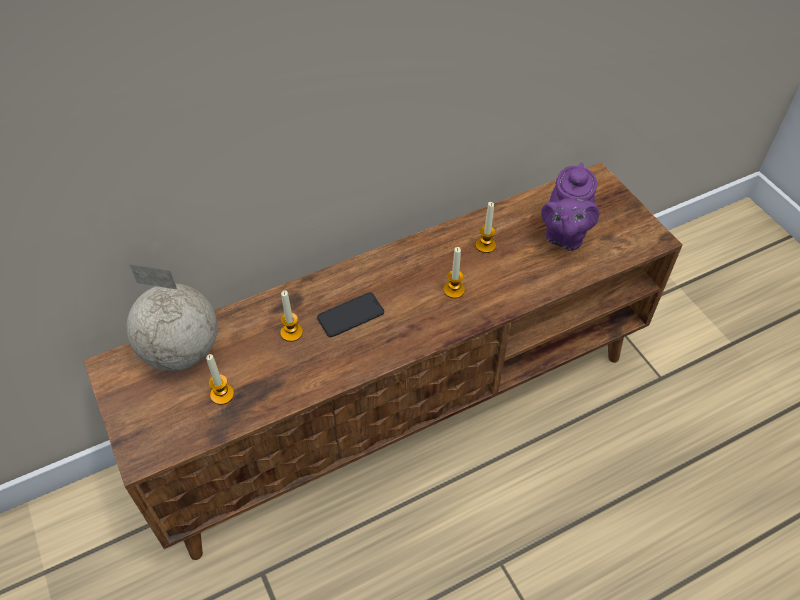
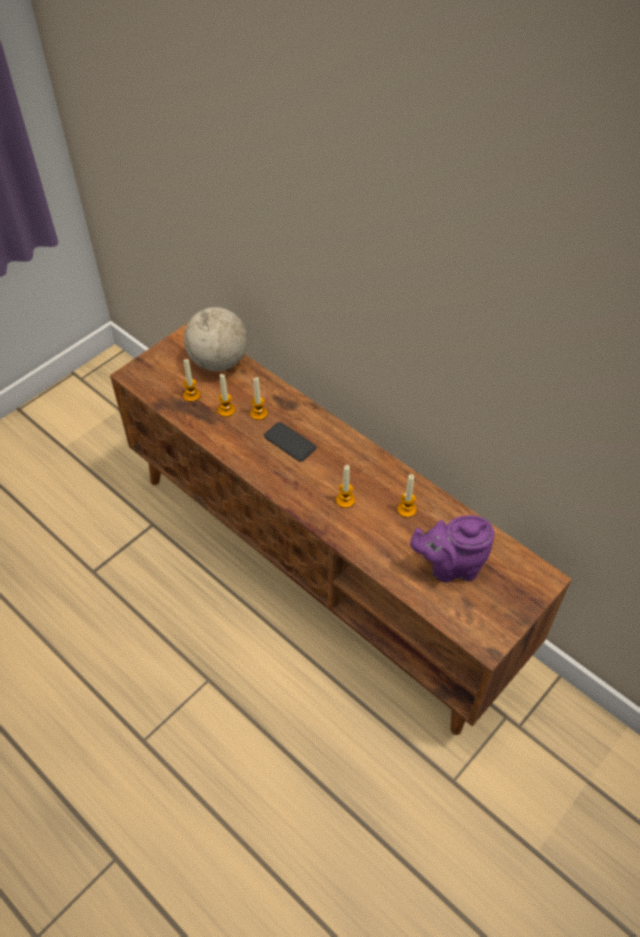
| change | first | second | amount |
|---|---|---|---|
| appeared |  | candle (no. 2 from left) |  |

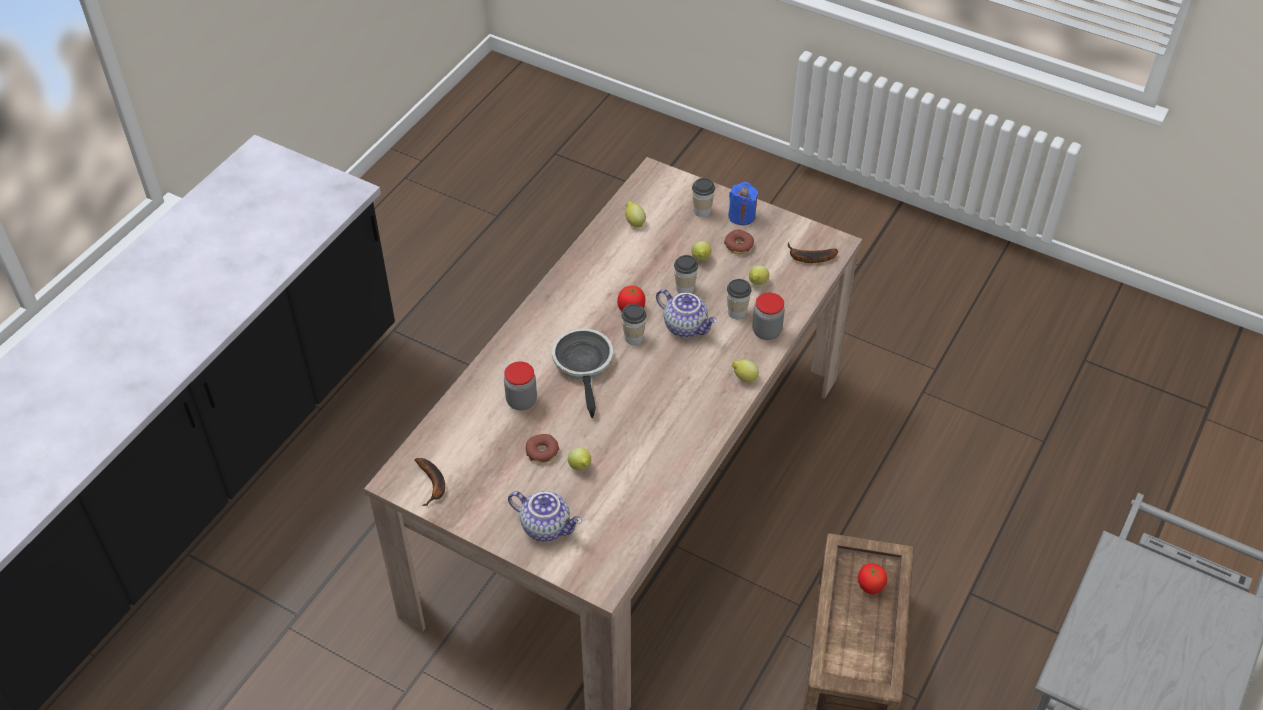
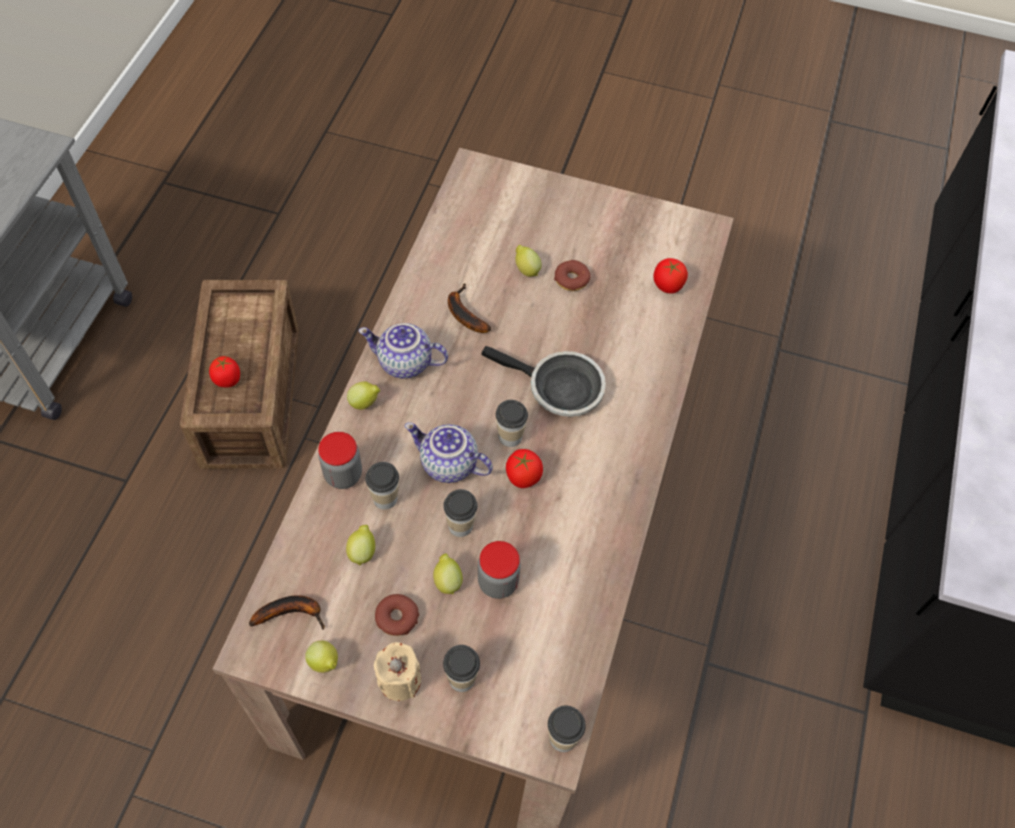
| change | first | second | amount |
|---|---|---|---|
| relocated | banana (no. 1 from left in the first image) | banana (no. 2 from left) |  |
| relocated | jar (no. 1 from left in the first image) | jar (no. 2 from left) |  |
| relocated | teapot (no. 1 from left) |  |  |
| spun | frying pan |  | 45 degrees counterclockwise |
| relocated | lemon (no. 2 from left in the first image) | lemon (no. 1 from left) |  |
| colour | blue candle | beige candle |  |
| appeared |  | cup (no. 5 from left) |  |
| appeared |  | tomato (no. 3 from left) |  |

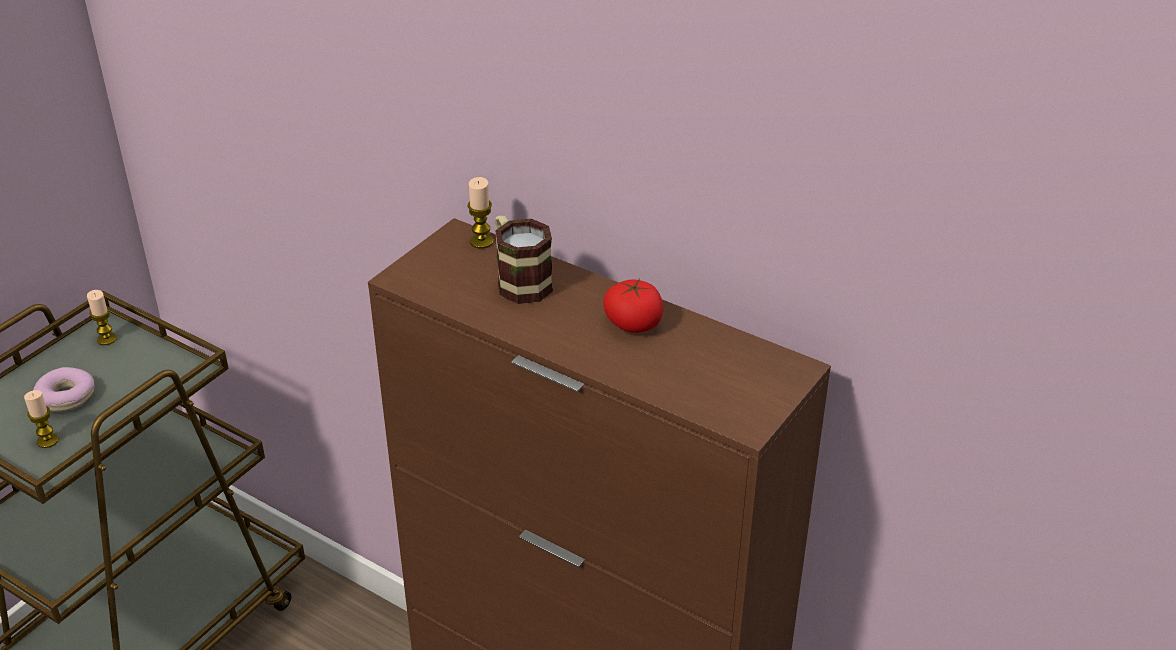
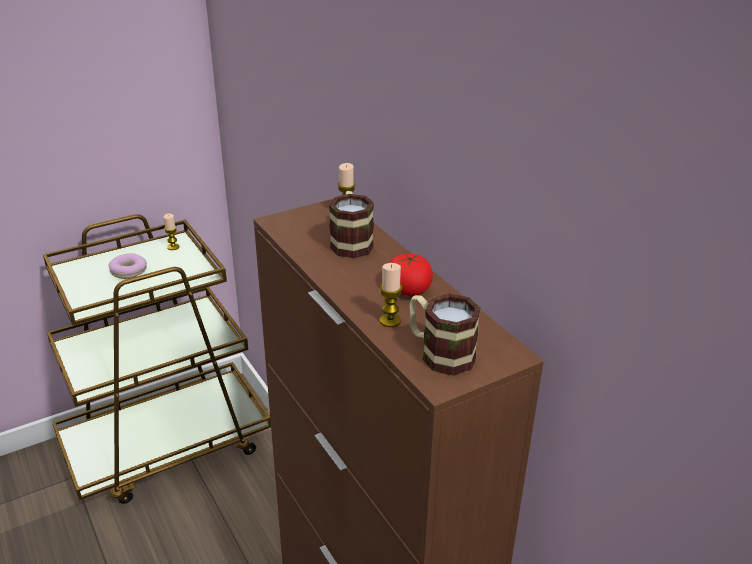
| change | first | second | amount |
|---|---|---|---|
| relocated | candle (no. 1 from left in the first image) | candle (no. 3 from left) |  |
| appeared |  | mug (no. 2 from left) |  |

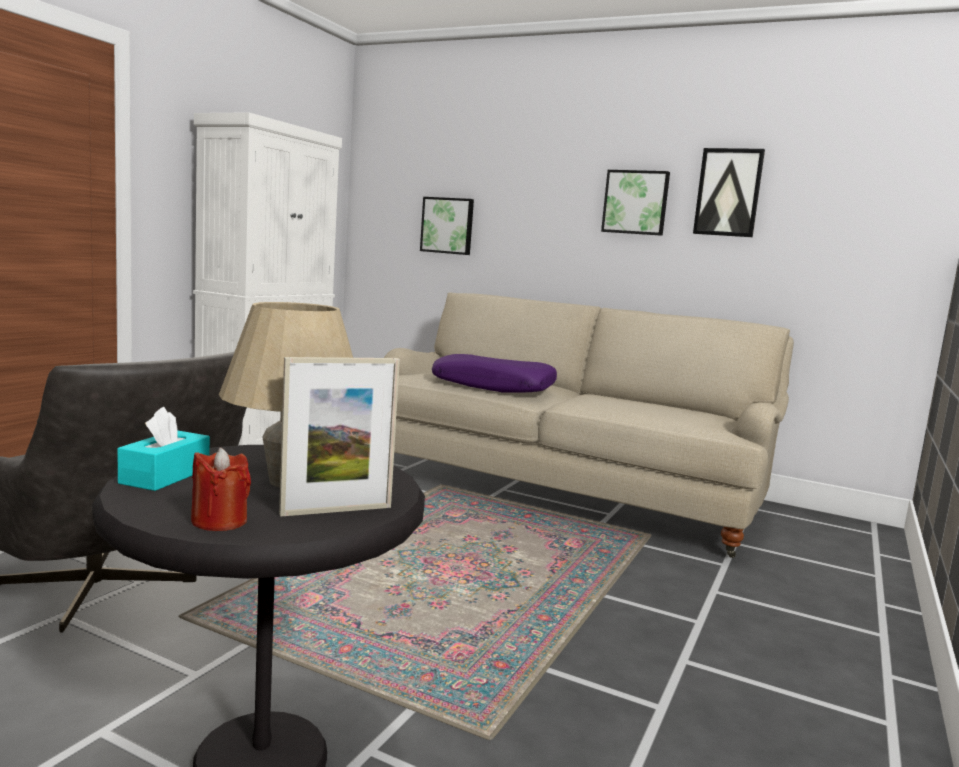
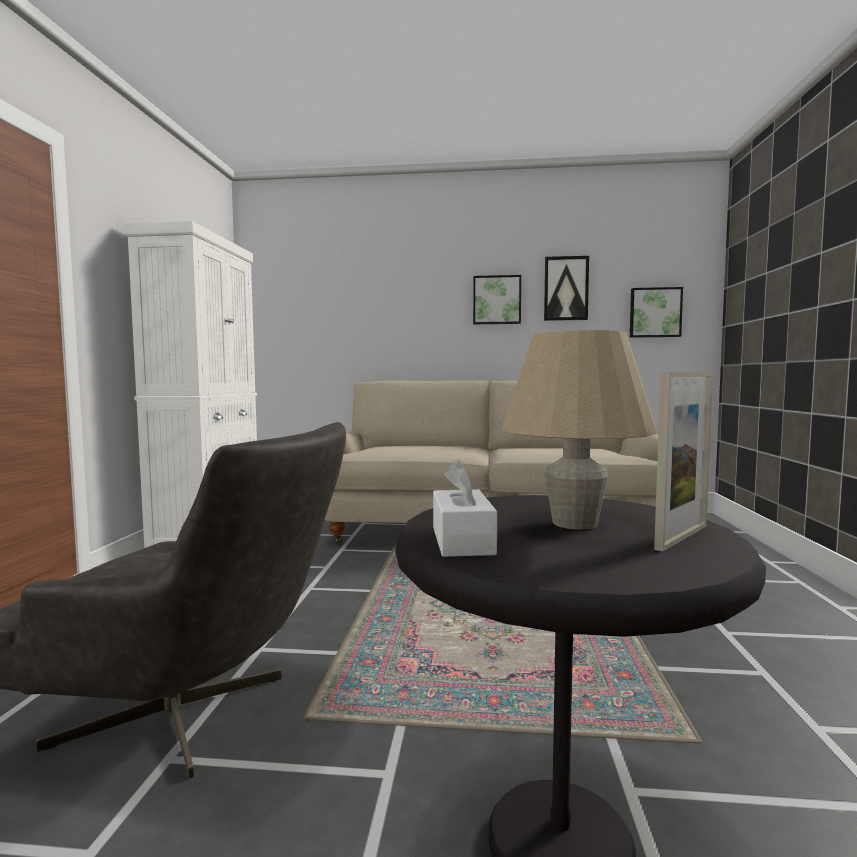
| change | first | second | amount |
|---|---|---|---|
| colour | turquoise tissue box | white tissue box |  |
| missing | red candle |  |  |
| relocated | picture (no. 1 from left in the first image) | picture (no. 3 from left) |  |
| missing | purple pillow |  |  |

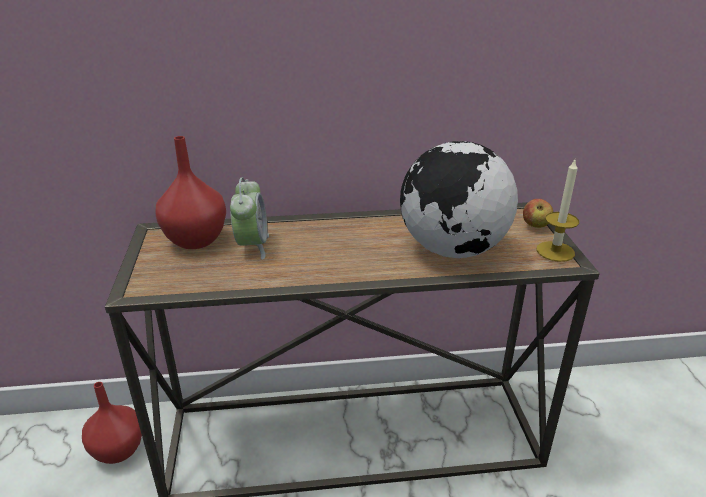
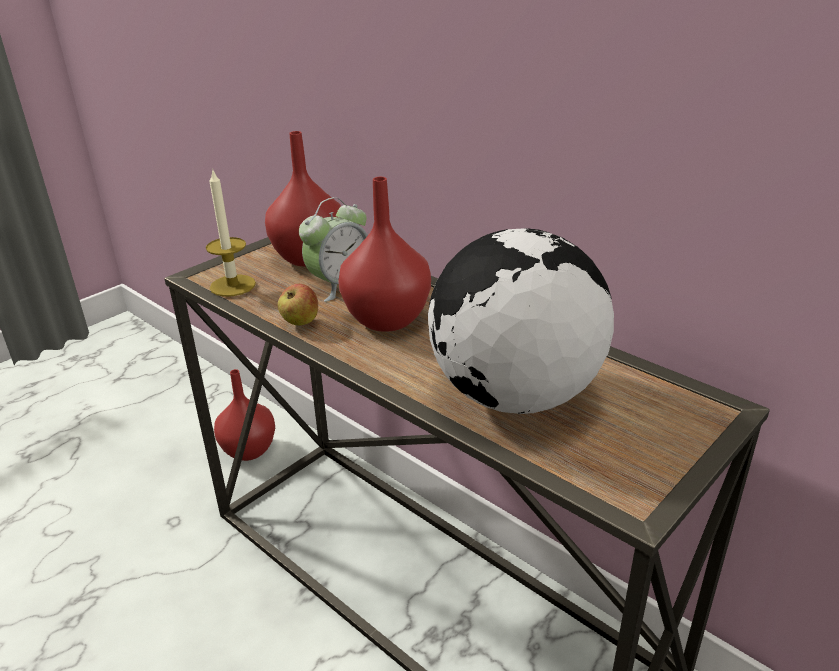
| change | first | second | amount |
|---|---|---|---|
| relocated | apple |  |  |
| relocated | candle |  |  |
| appeared |  | red vase (no. 3 from left) |  |

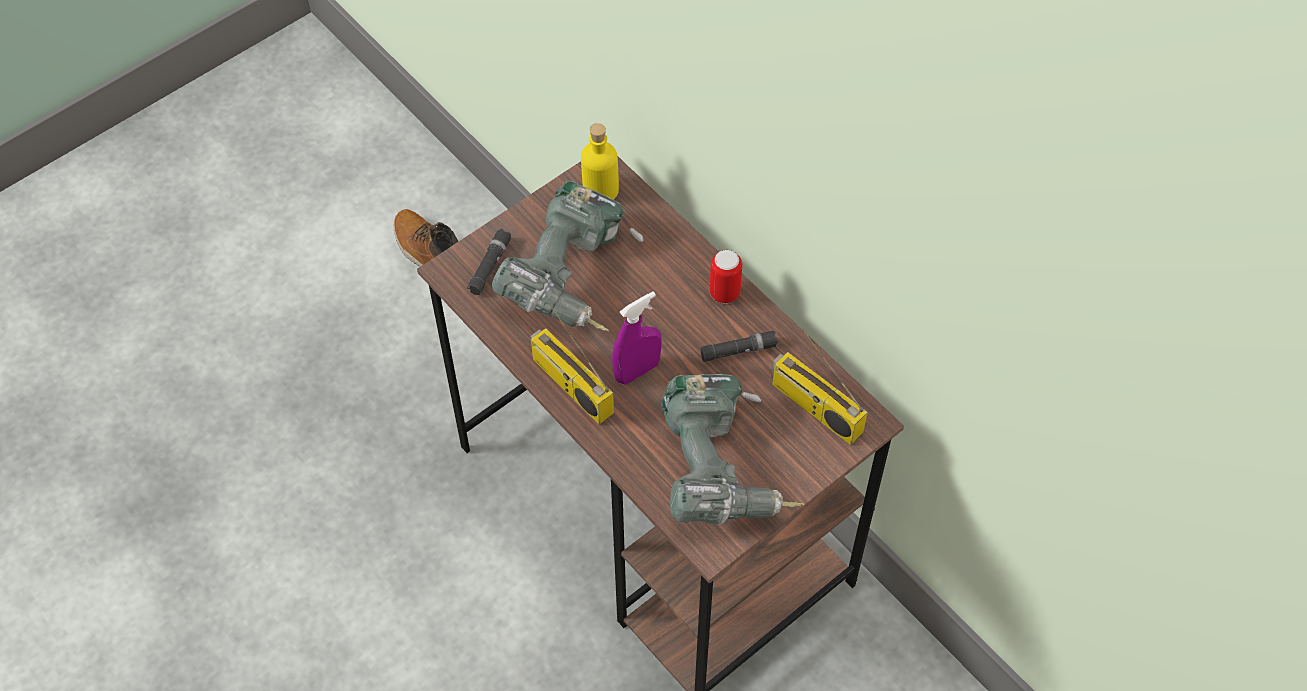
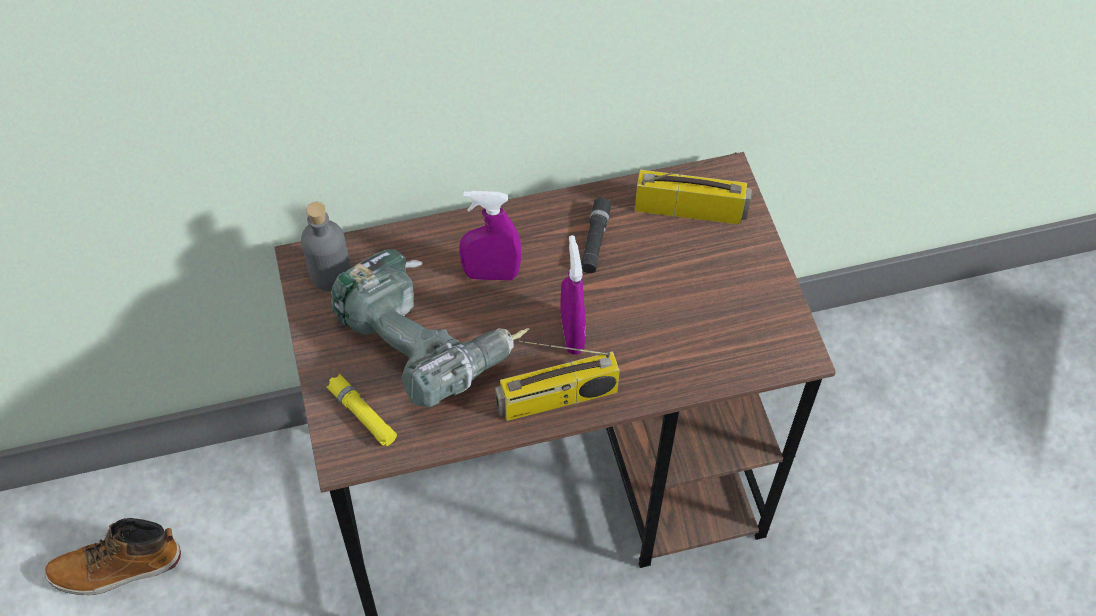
| change | first | second | amount |
|---|---|---|---|
| colour | black flashlight (no. 1 from left) | yellow flashlight |  |
| colour | yellow bottle | grey bottle |  |
| missing | power drill (no. 2 from left) |  |  |
| missing | can |  |  |
| spun | radio (no. 2 from left) |  | 150 degrees counterclockwise |
| appeared |  | purple spray bottle (no. 1 from left) |  |

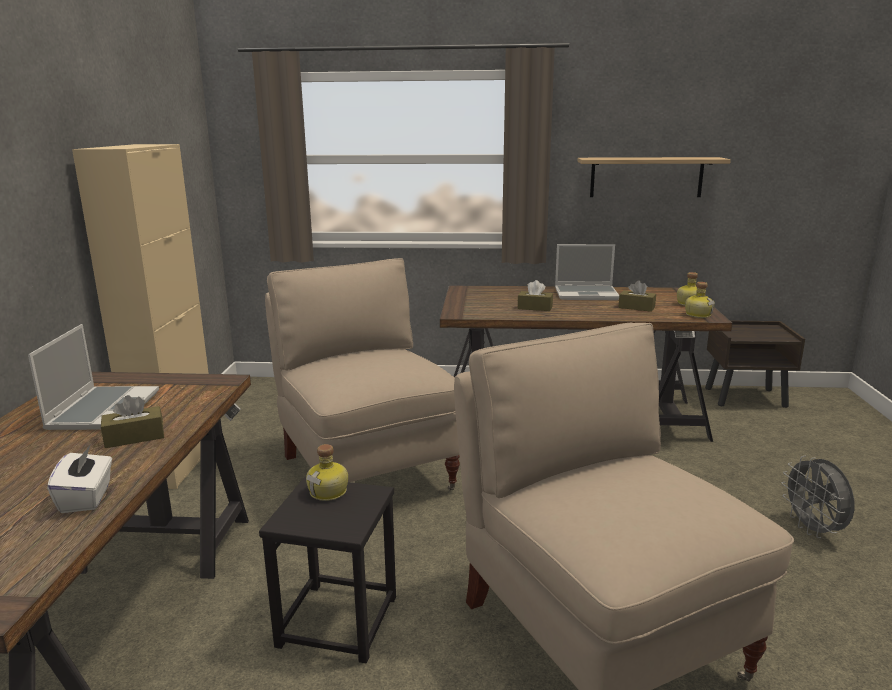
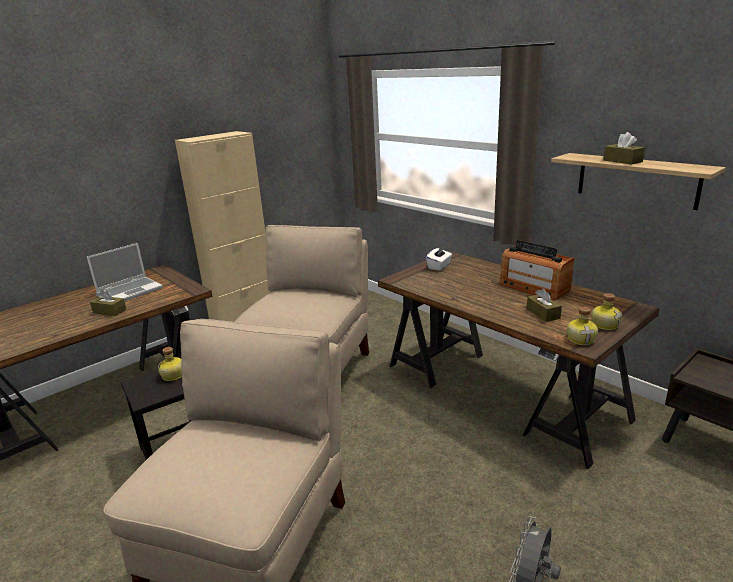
| change | first | second | amount |
|---|---|---|---|
| relocated | white tissue box |  |  |
| relocated | brown tissue box (no. 2 from left in the first image) | brown tissue box (no. 3 from left) |  |
| exchanged | laptop (no. 2 from left) | radio |  |

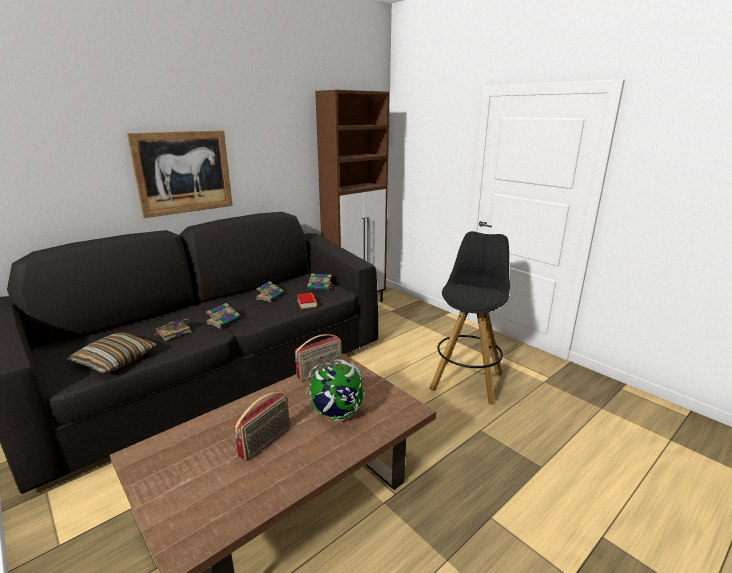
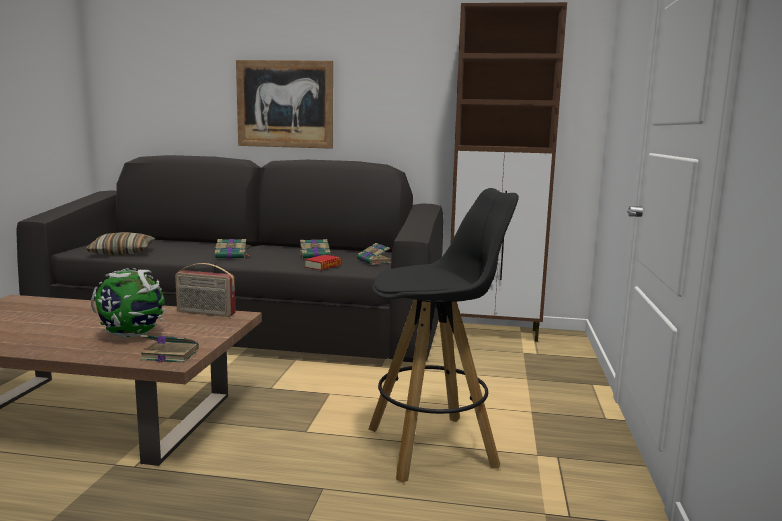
| change | first | second | amount |
|---|---|---|---|
| relocated | book (no. 1 from left) |  |  |
| missing | radio (no. 1 from left) |  |  |

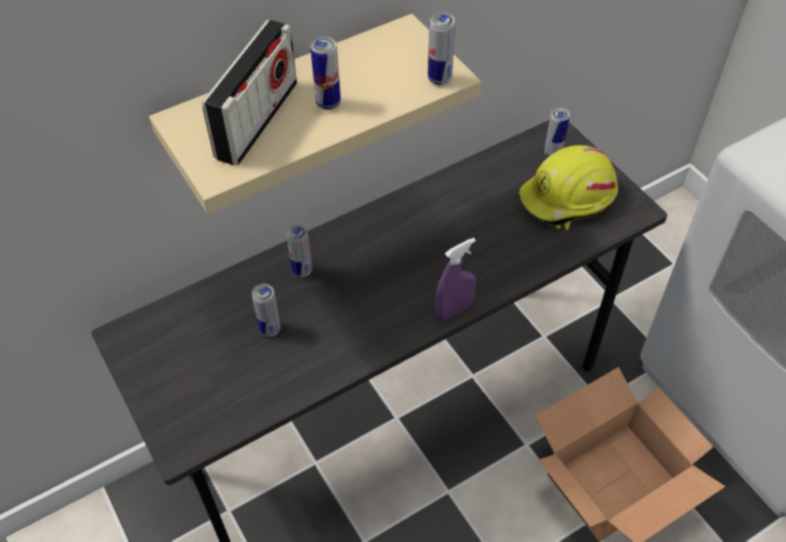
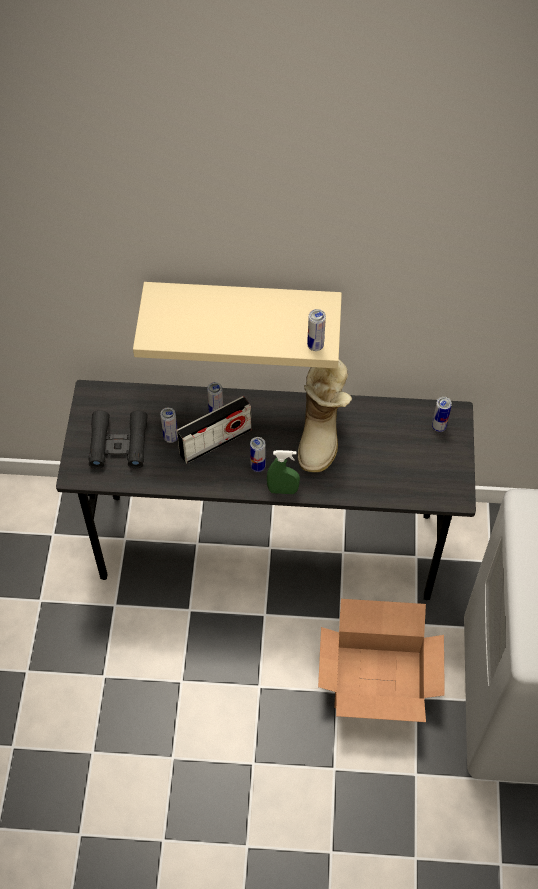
| change | first | second | amount |
|---|---|---|---|
| relocated | radio |  |  |
| relocated | can (no. 3 from left) |  |  |
| colour | purple spray bottle | green spray bottle |  |
| missing | yellow hard hat |  |  |
| appeared |  | black binoculars |  |
| appeared |  | boot |  |

